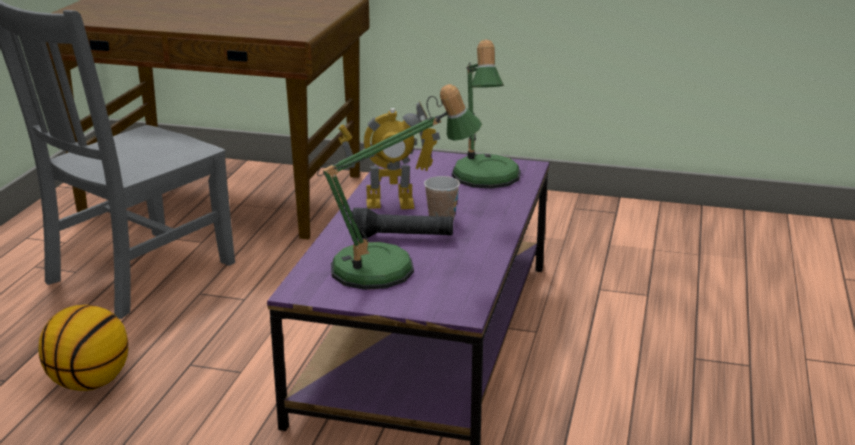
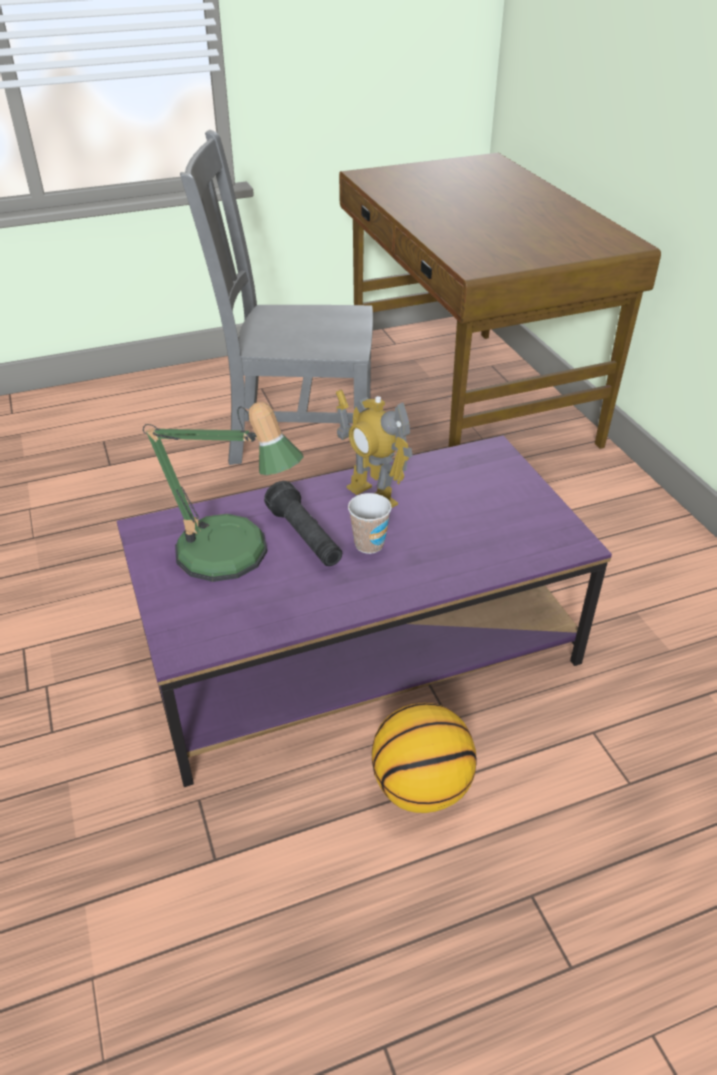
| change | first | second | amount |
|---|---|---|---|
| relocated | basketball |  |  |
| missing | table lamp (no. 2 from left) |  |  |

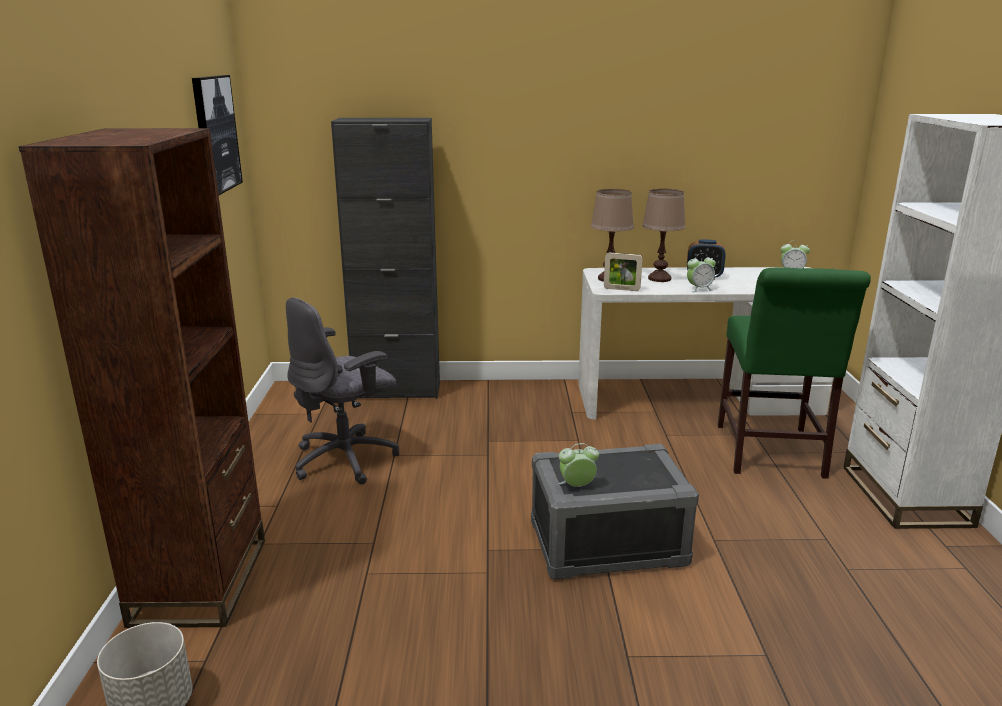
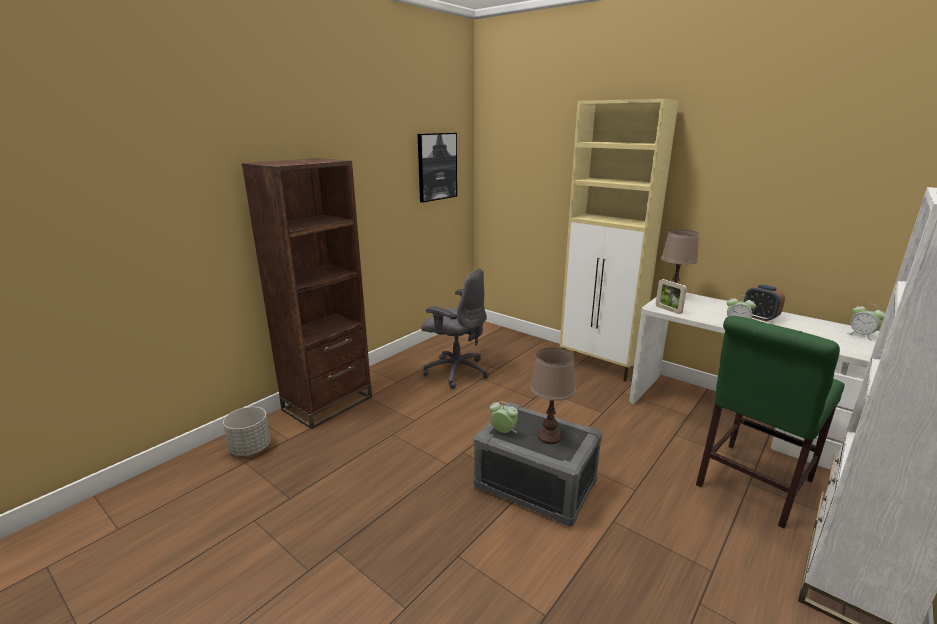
| change | first | second | amount |
|---|---|---|---|
| spun | grey office chair |  | 150 degrees counterclockwise |
| missing | black cabinet |  |  |
| relocated | brown table lamp (no. 2 from left in the first image) | brown table lamp (no. 1 from left) |  |
| appeared |  | beige cabinet |  |

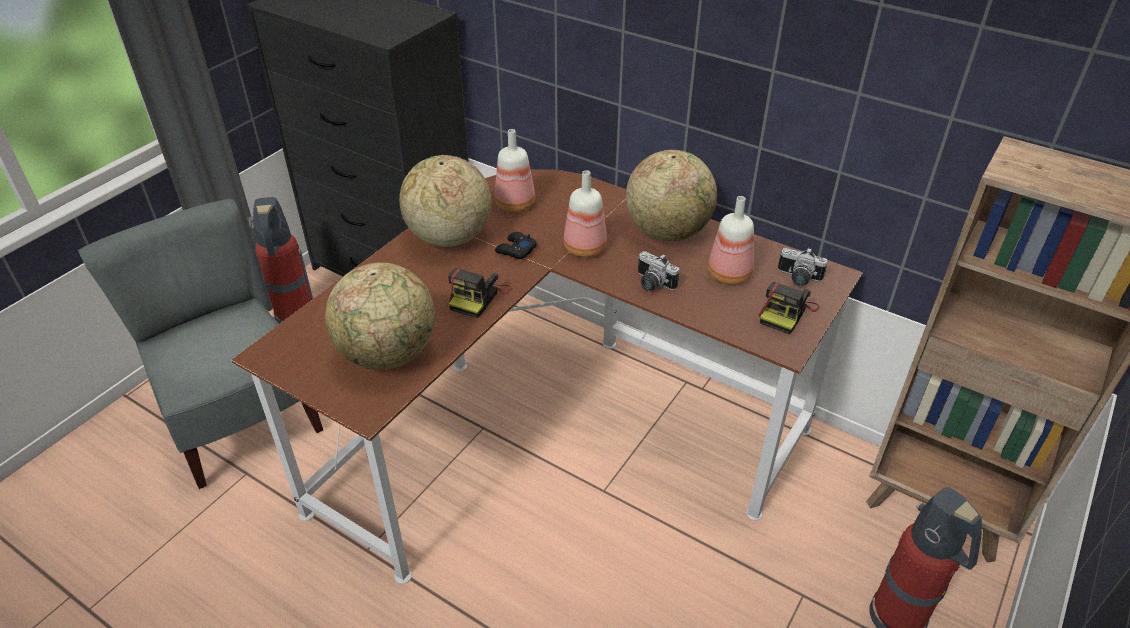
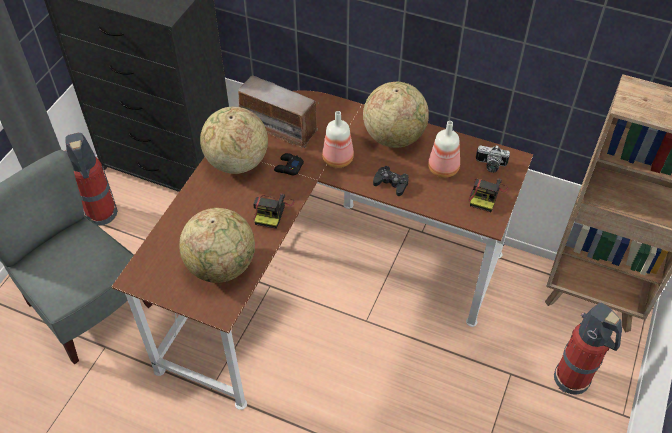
| change | first | second | amount |
|---|---|---|---|
| exchanged | bottle (no. 1 from left) | radio |  |
| exchanged | photo camera (no. 2 from left) | black game controller (no. 2 from left) |  |

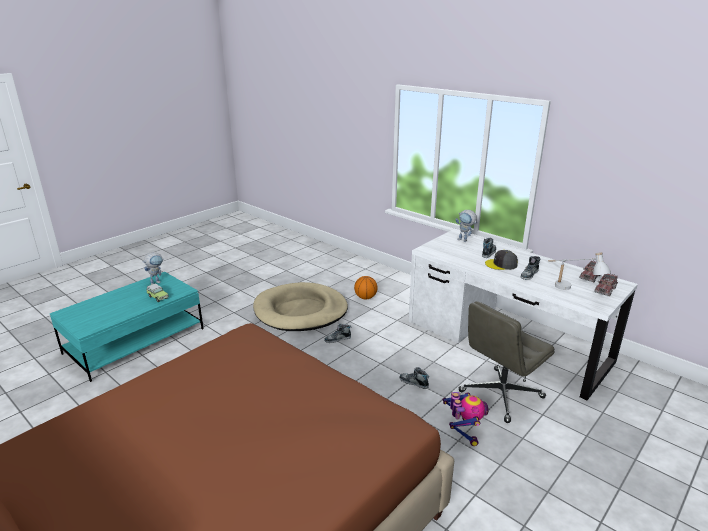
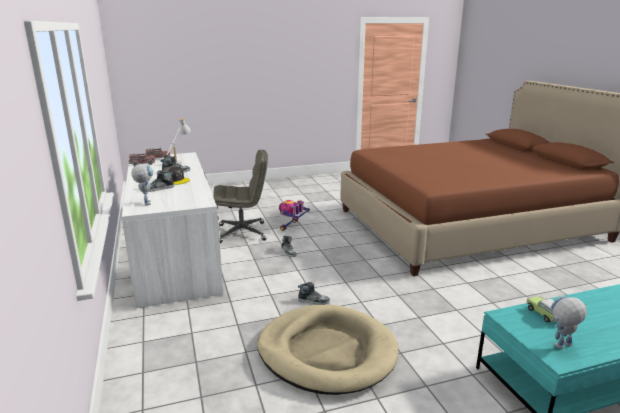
| change | first | second | amount |
|---|---|---|---|
| missing | basketball |  |  |

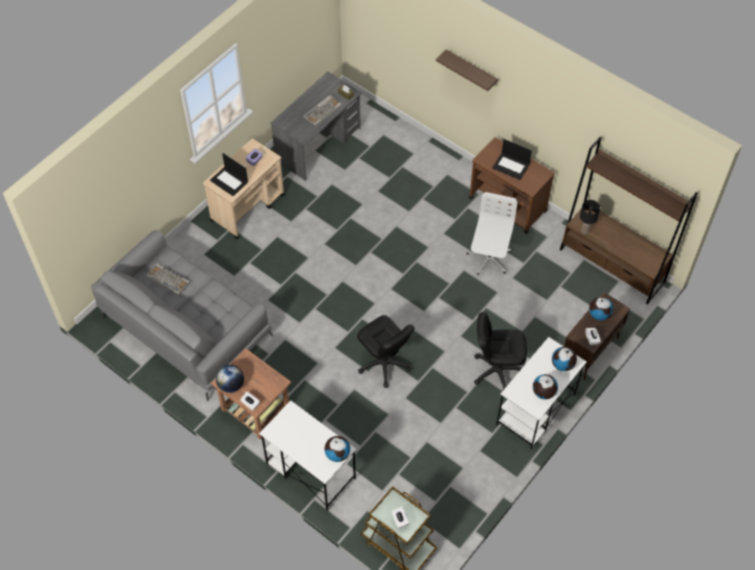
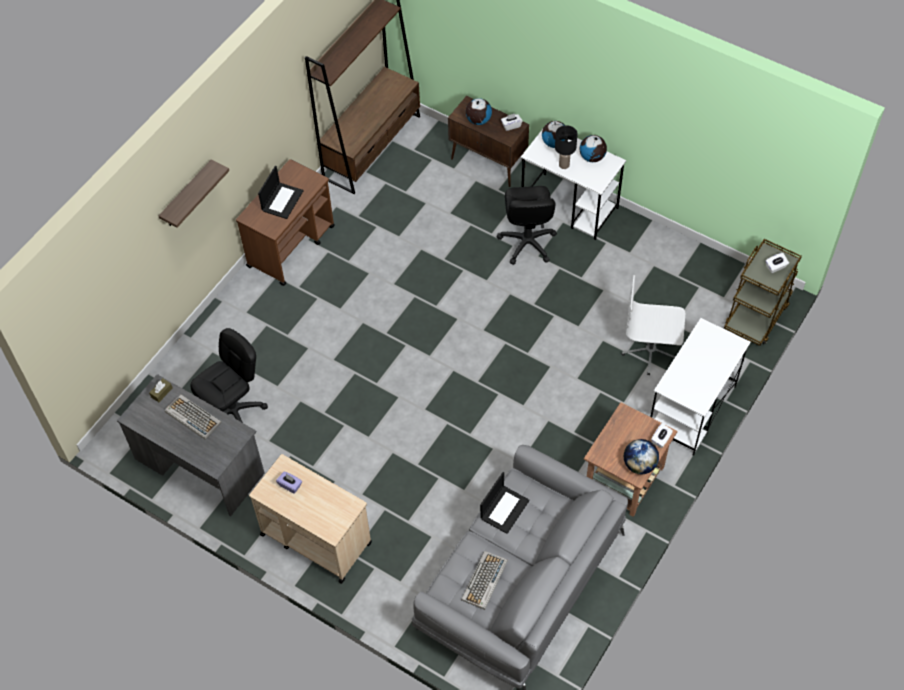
| change | first | second | amount |
|---|---|---|---|
| relocated | laptop (no. 1 from left in the first image) | laptop (no. 2 from left) |  |
| missing | globe (no. 2 from left) |  |  |
| relocated | black office chair (no. 1 from left) |  |  |
| relocated | white office chair |  |  |
| relocated | black table lamp |  |  |

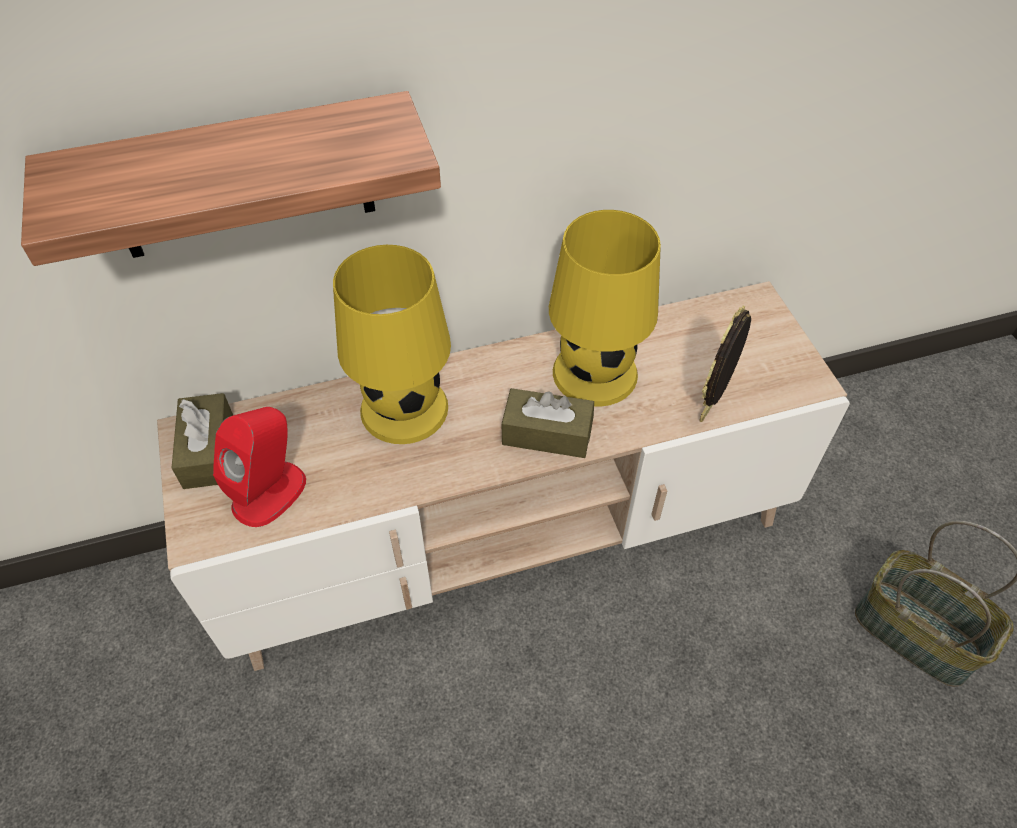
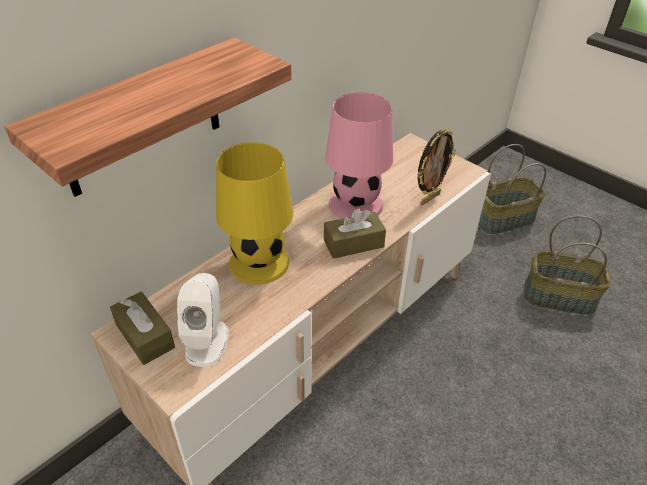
| change | first | second | amount |
|---|---|---|---|
| colour | red speaker | white speaker |  |
| colour | yellow table lamp (no. 2 from left) | pink table lamp |  |
| spun | picture frame |  | 135 degrees counterclockwise |
| appeared |  | basket (no. 1 from left) |  |

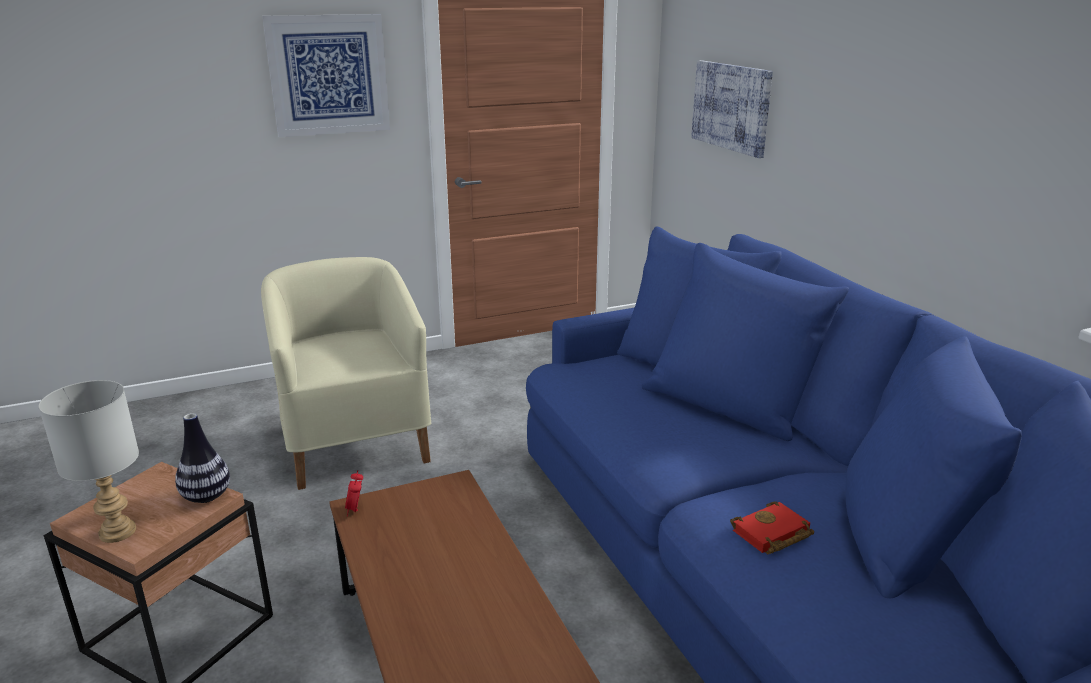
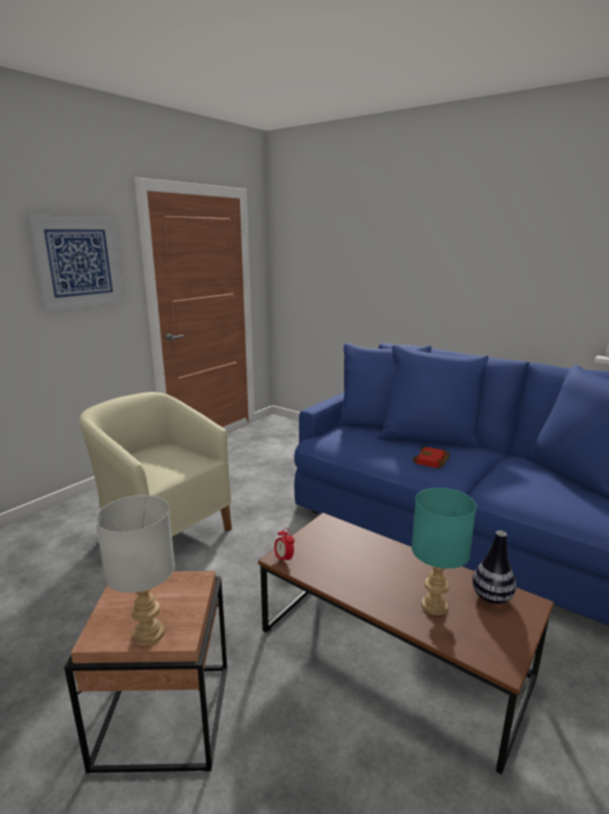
| change | first | second | amount |
|---|---|---|---|
| relocated | vase |  |  |
| missing | picture (no. 2 from left) |  |  |
| relocated | red book |  |  |
| appeared |  | turquoise table lamp |  |

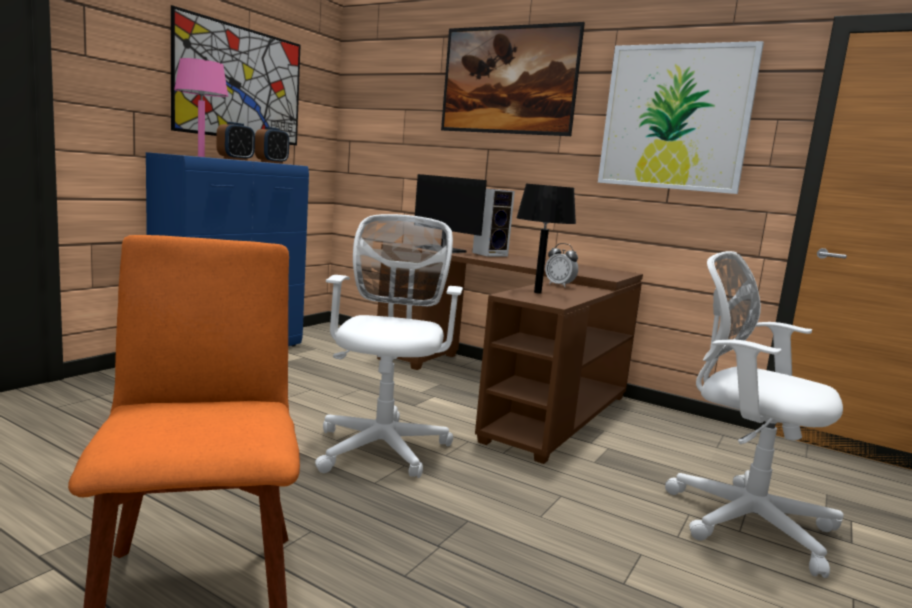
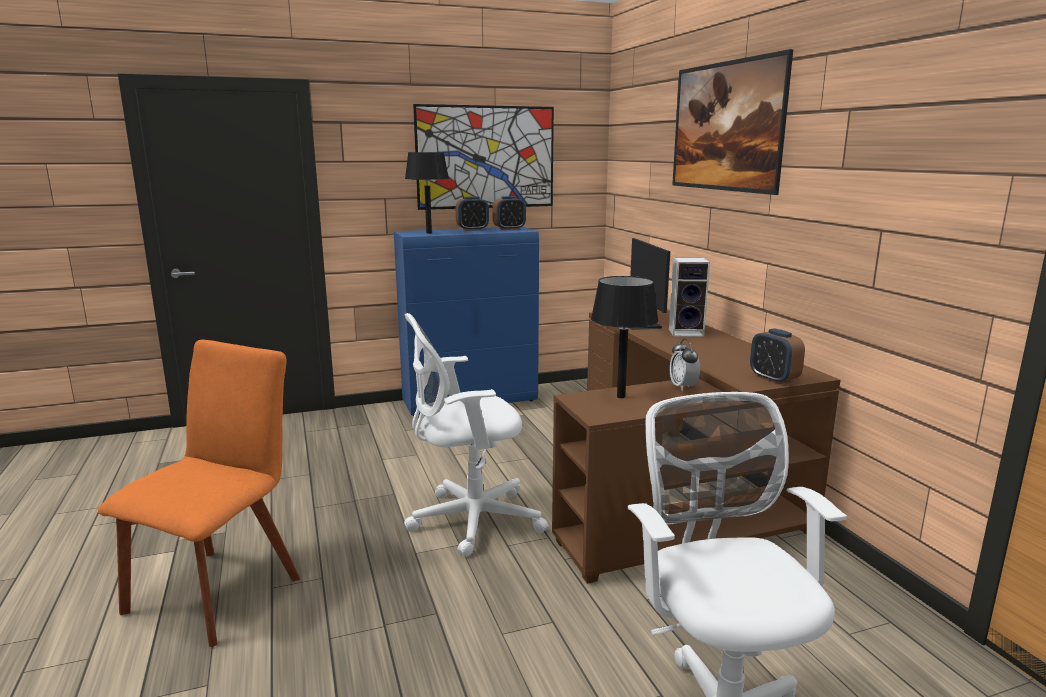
| change | first | second | amount |
|---|---|---|---|
| colour | pink table lamp | black table lamp (no. 1 from left) |  |
| spun | white office chair (no. 1 from left) |  | 150 degrees counterclockwise |
| missing | picture (no. 3 from left) |  |  |
| appeared |  | alarm clock (no. 4 from left) |  |

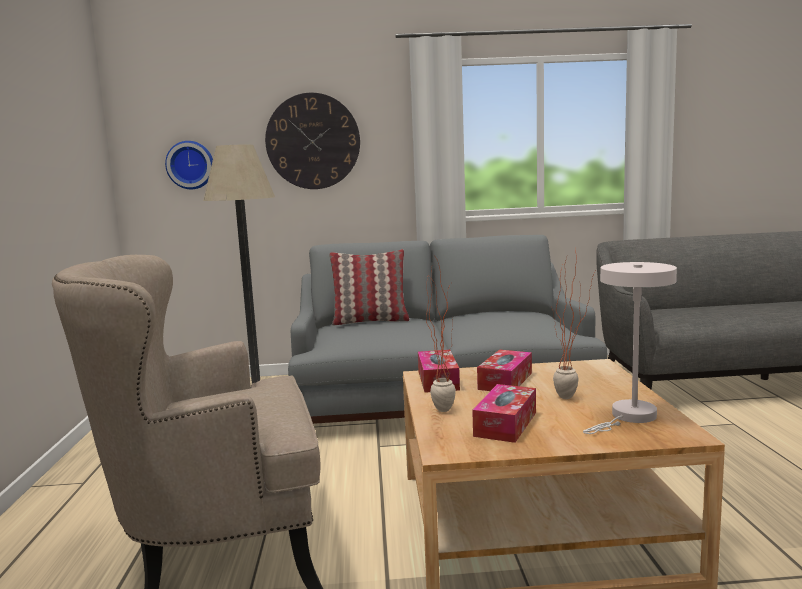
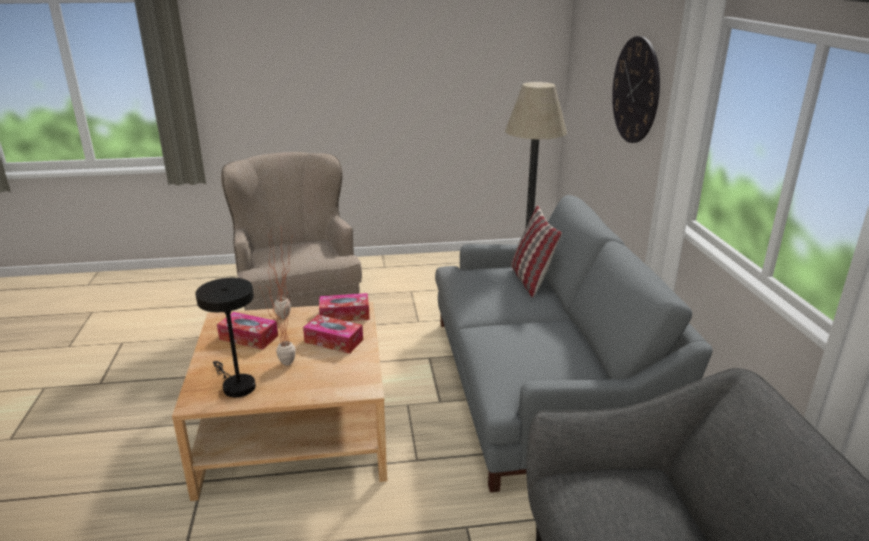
| change | first | second | amount |
|---|---|---|---|
| missing | wall clock (no. 1 from left) |  |  |
| colour | white table lamp | black table lamp |  |

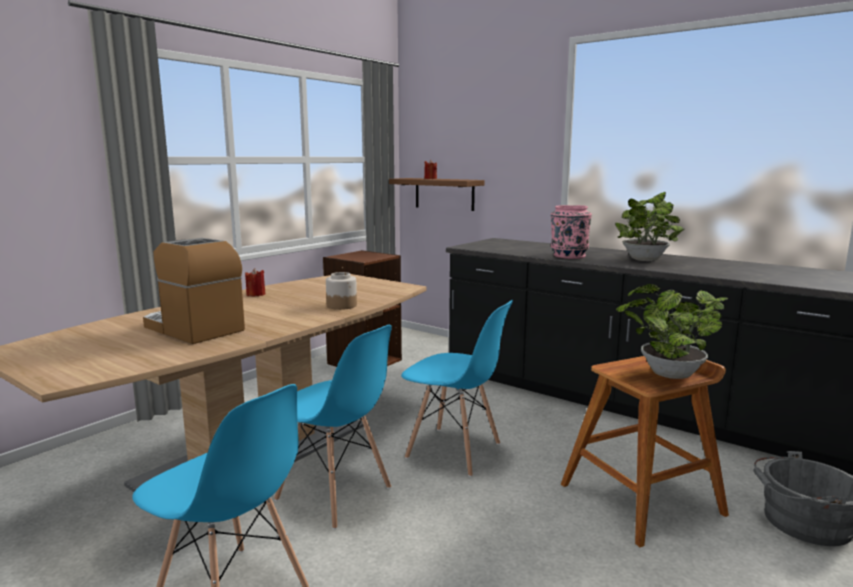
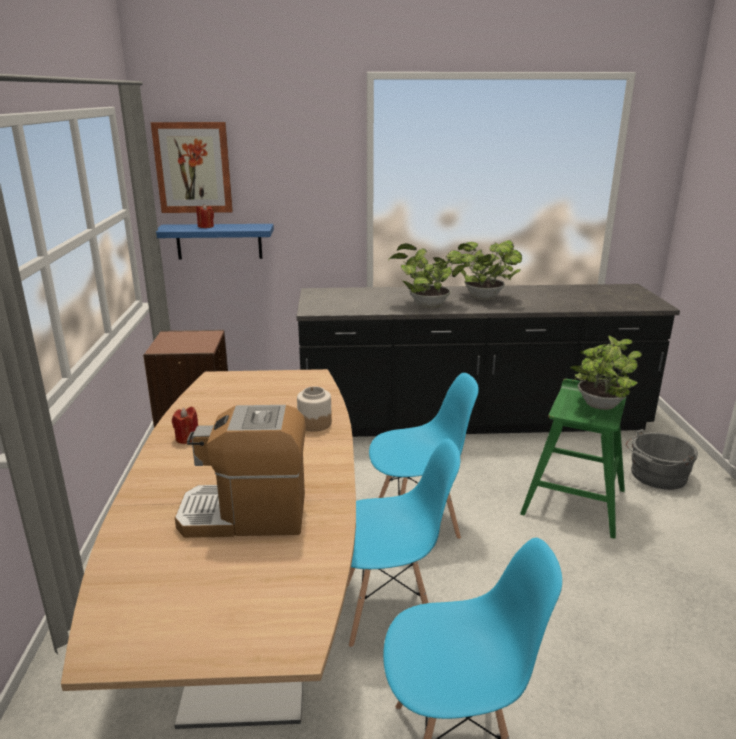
| change | first | second | amount |
|---|---|---|---|
| colour | brown shelf | blue shelf |  |
| exchanged | pink vase | potted plant (no. 1 from left) |  |
| colour | brown stool | green stool |  |
| appeared |  | picture |  |

